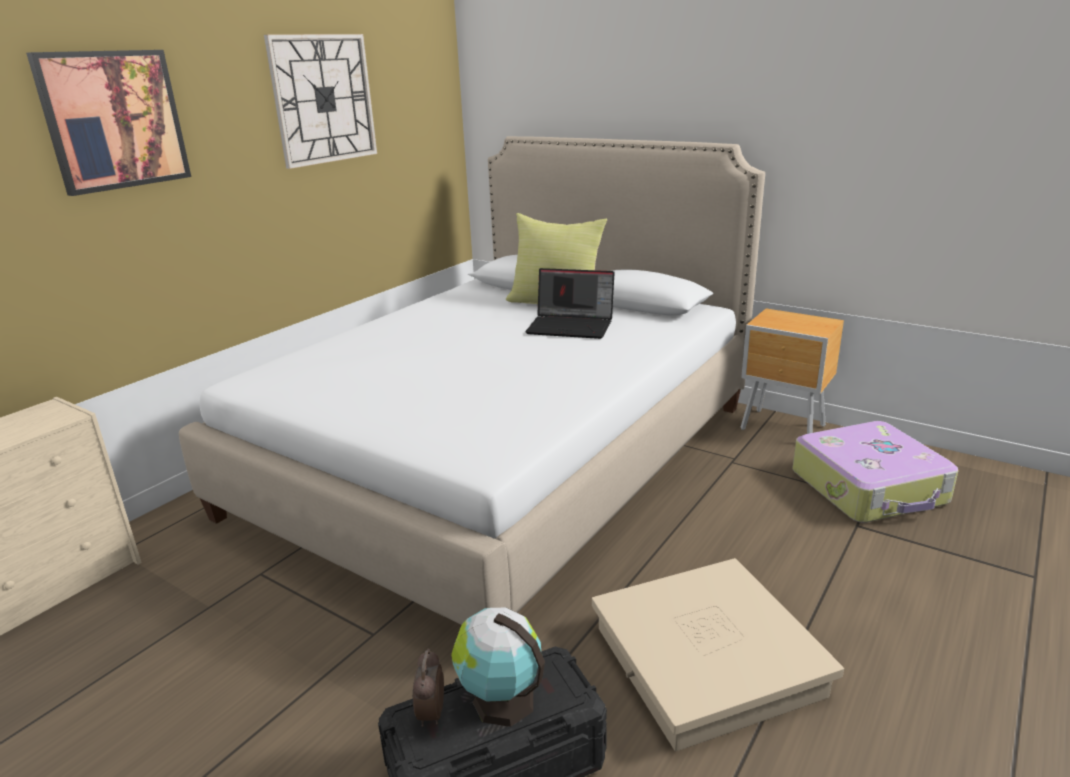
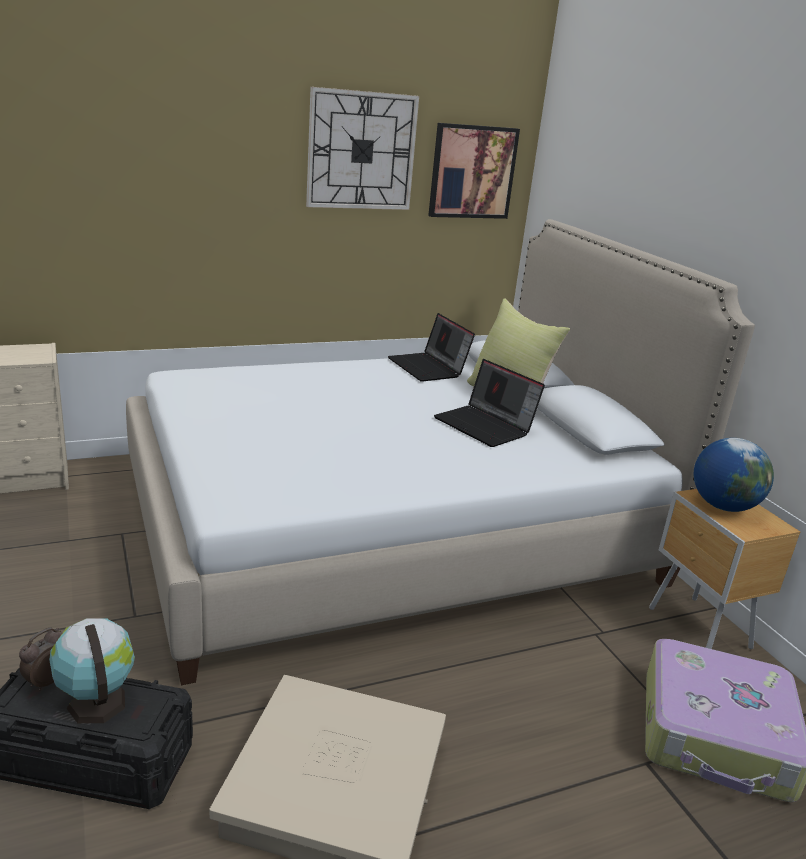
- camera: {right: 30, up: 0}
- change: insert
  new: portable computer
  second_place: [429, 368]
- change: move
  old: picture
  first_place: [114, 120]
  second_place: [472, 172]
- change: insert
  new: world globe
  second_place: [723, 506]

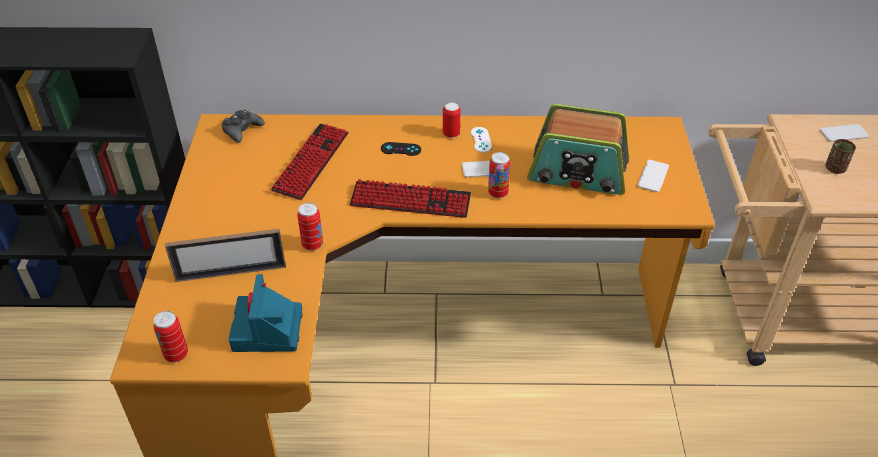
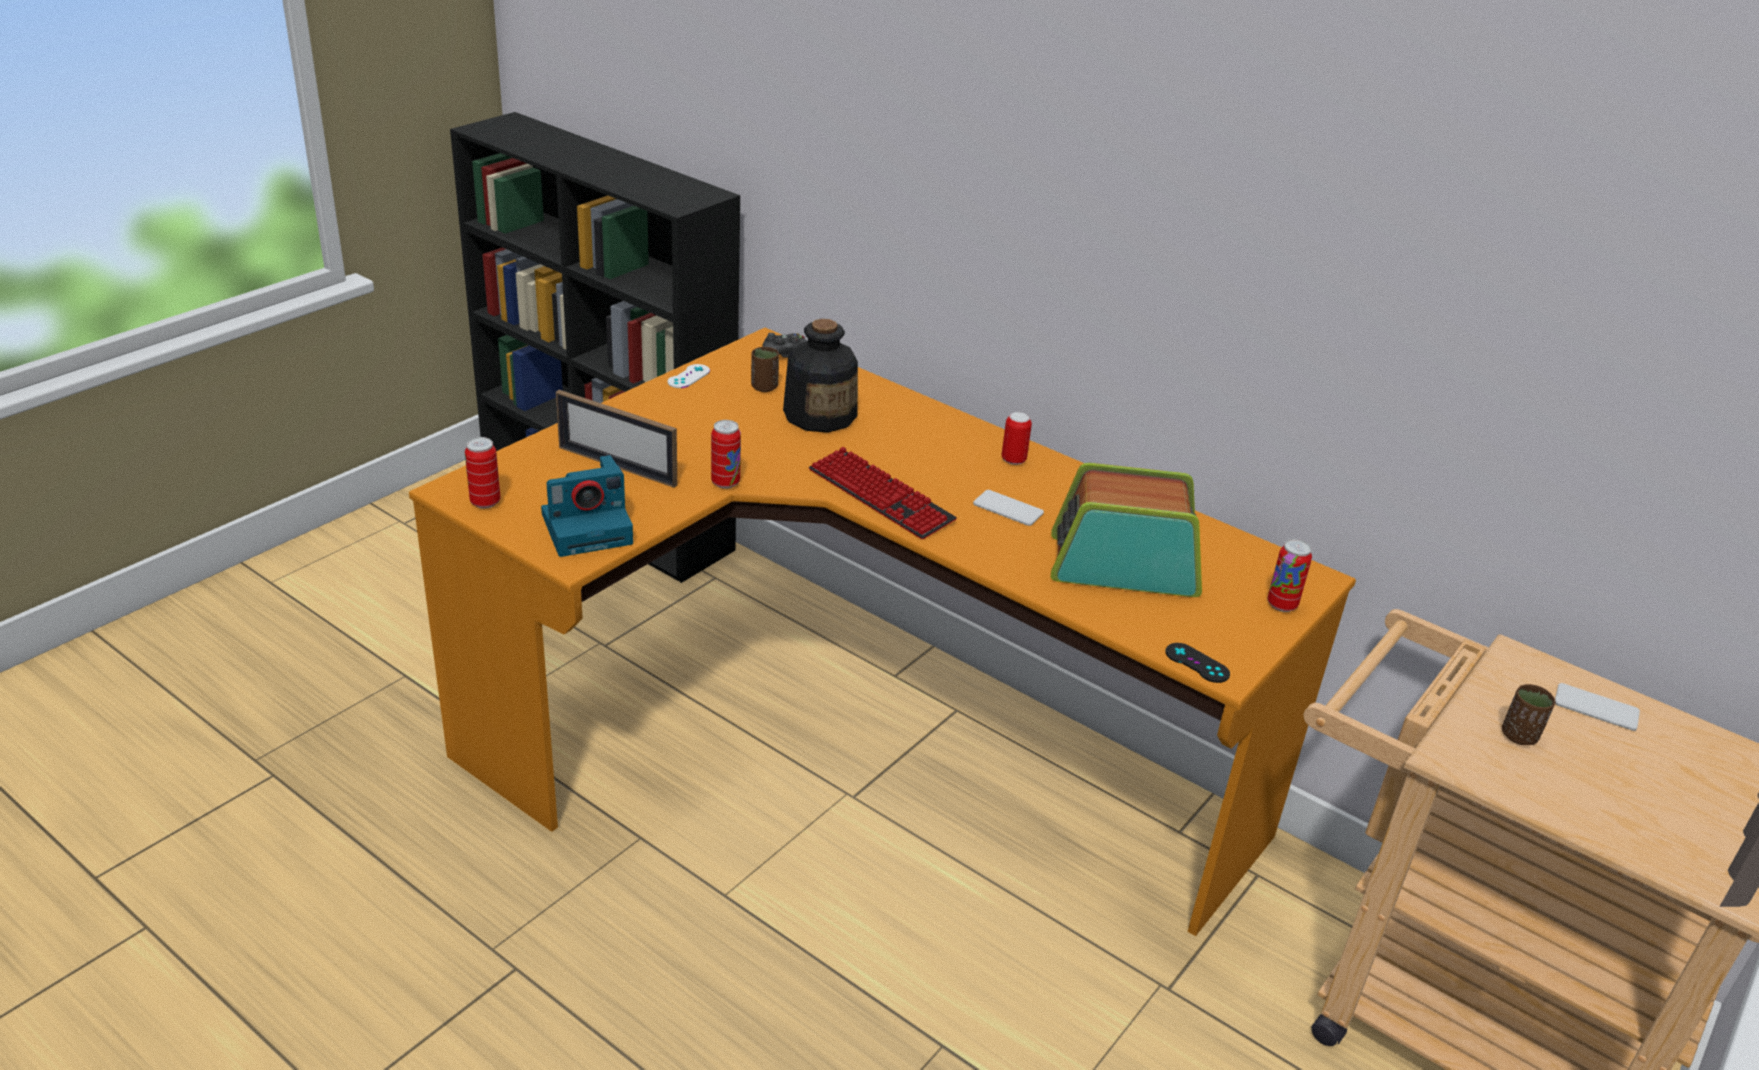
- camera: {right: 35, up: -10}
- change: rotate
  old: photo camera
  first_place: [268, 330]
  second_place: [589, 527]
  degrees: -150
- change: move
  old: whitish gamepad
  first_place: [481, 140]
  second_place: [688, 376]
- change: insert
  new: brown-coloured cup
  second_place: [764, 387]
- change: replace
  old: computer keyboard
  new: drink bottle
  first_place: [311, 162]
  second_place: [820, 415]
- change: rotate
  old: radio receiver
  first_place: [578, 172]
  second_place: [1123, 565]
  degrees: 135
- change: move
  old: black-coloured gamepad
  first_place: [401, 149]
  second_place: [1197, 663]
- change: move
  old: metal can
  first_place: [498, 193]
  second_place: [1282, 605]
- change: delete
  old: telephone
  first_place: [653, 176]

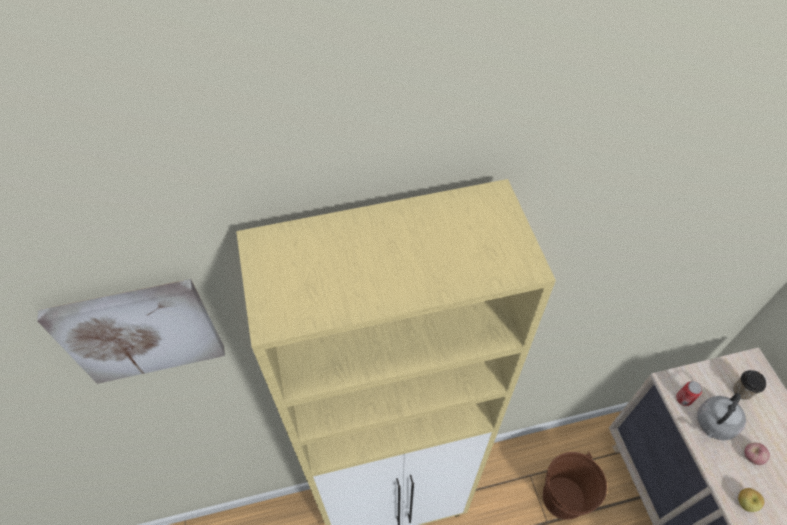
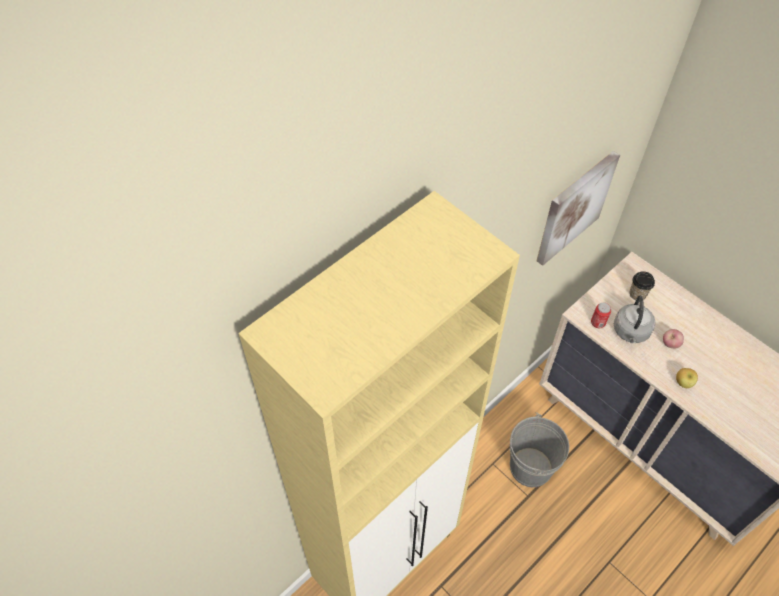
- camera: {right: -30, up: 0}
- change: recolor
  old: brown-coloured water bucket
  new: greyish water bucket
  first_place: [563, 497]
  second_place: [530, 467]
- change: move
  old: picture
  first_place: [140, 329]
  second_place: [573, 207]

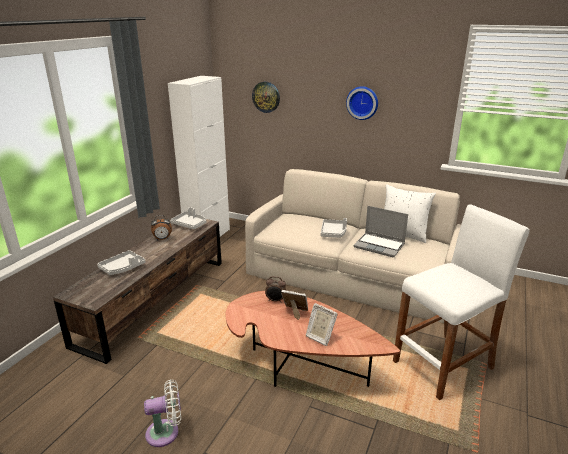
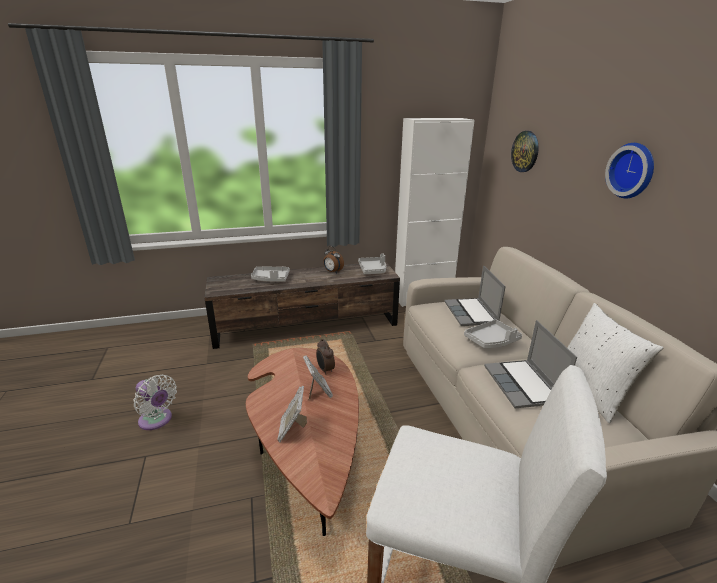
- camera: {right: 50, up: 0}
- change: insert
  new: portable computer
  second_place: [471, 313]

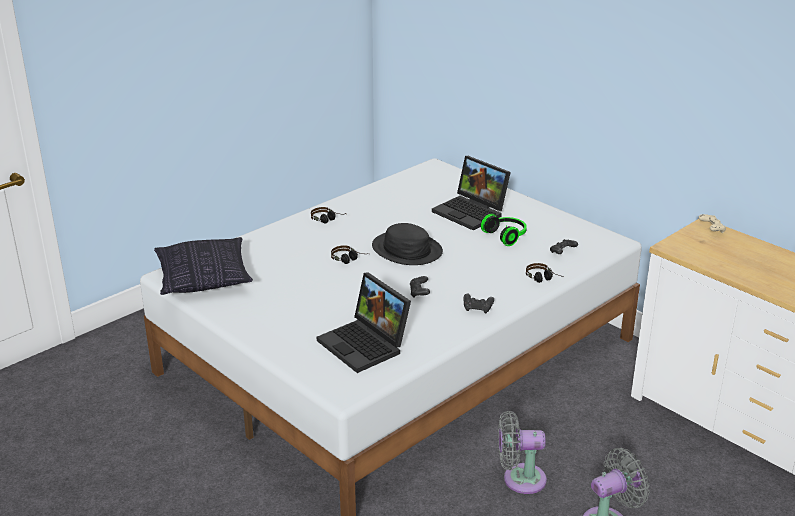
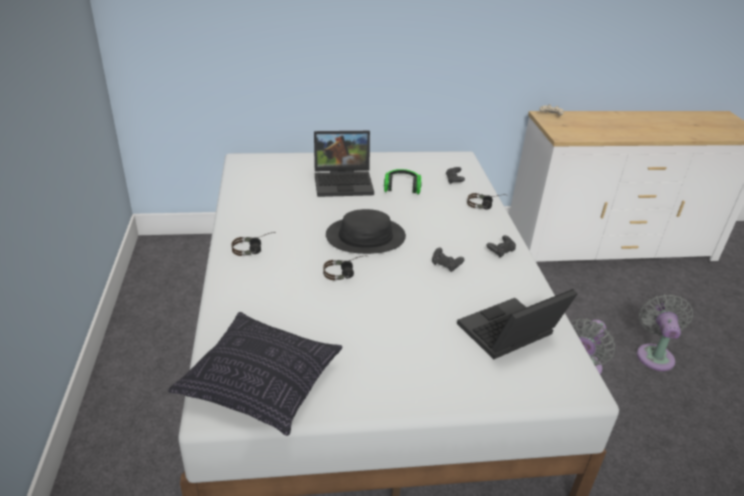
- camera: {right: -55, up: 5}
- change: rotate
  old: portable computer
  first_place: [366, 345]
  second_place: [508, 335]
  degrees: 150

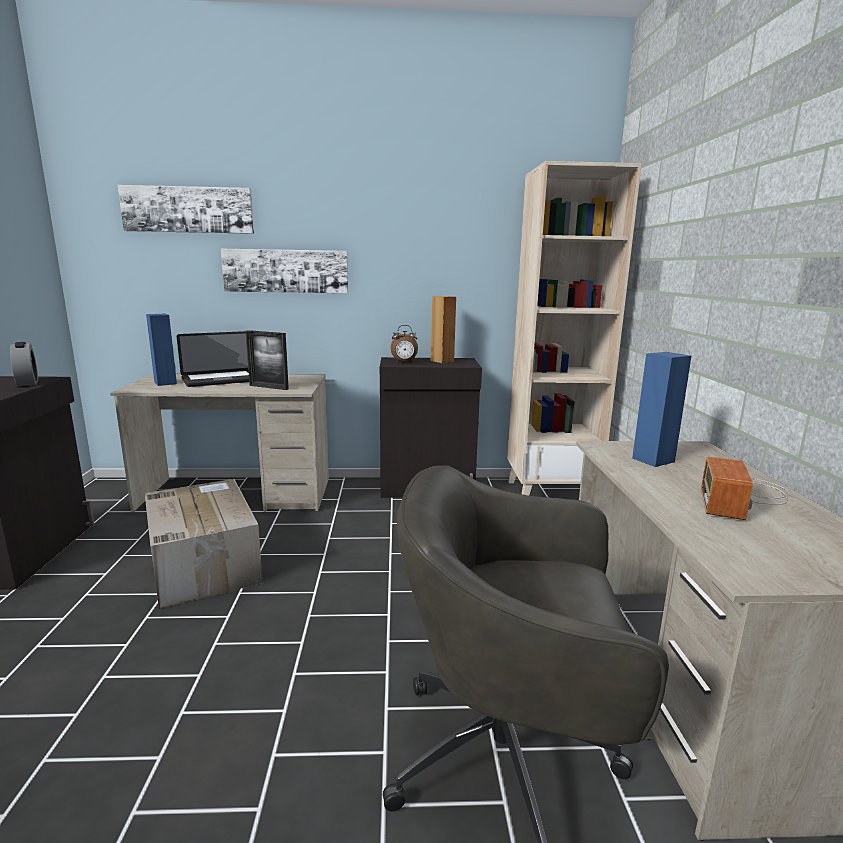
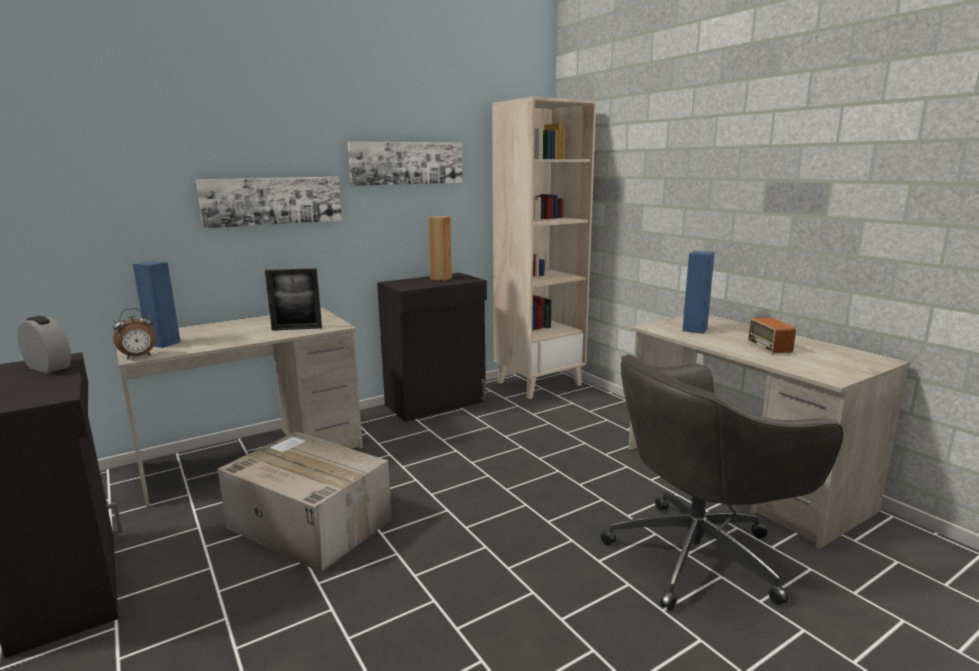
- camera: {right: -30, up: 0}
- change: move
  old: table clock
  first_place: [404, 362]
  second_place: [138, 357]
- change: move
  old: picture
  first_place: [188, 210]
  second_place: [407, 163]
- change: delete
  old: portable computer
  first_place: [220, 380]

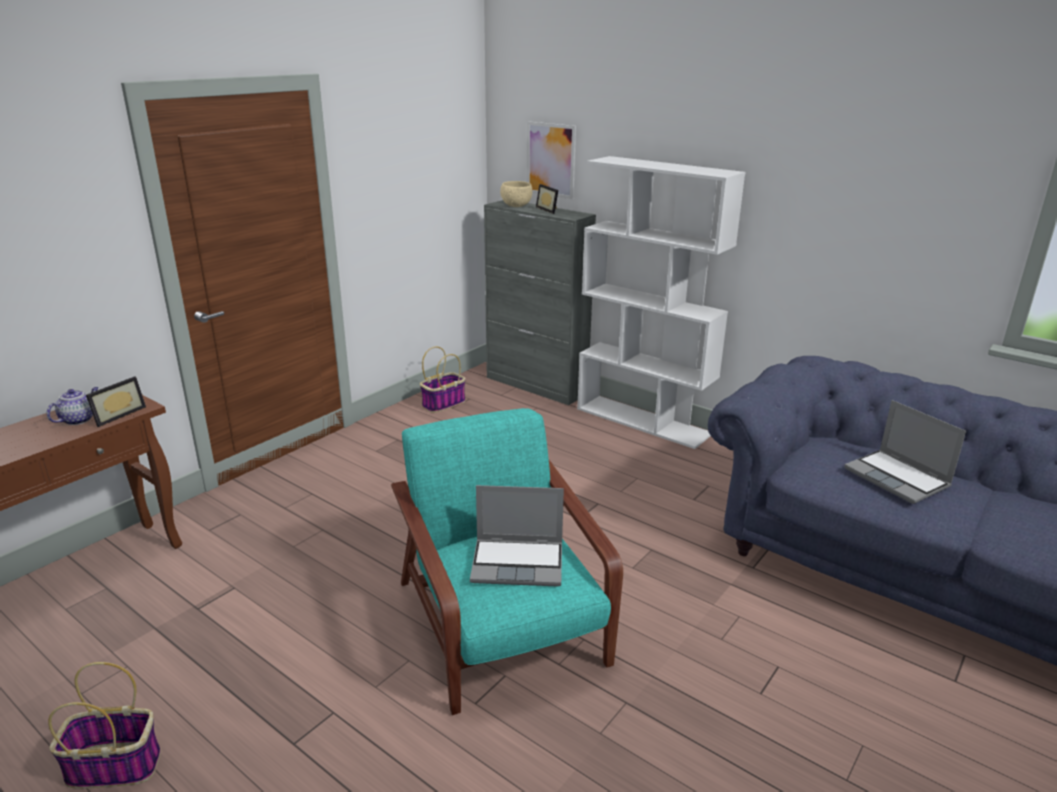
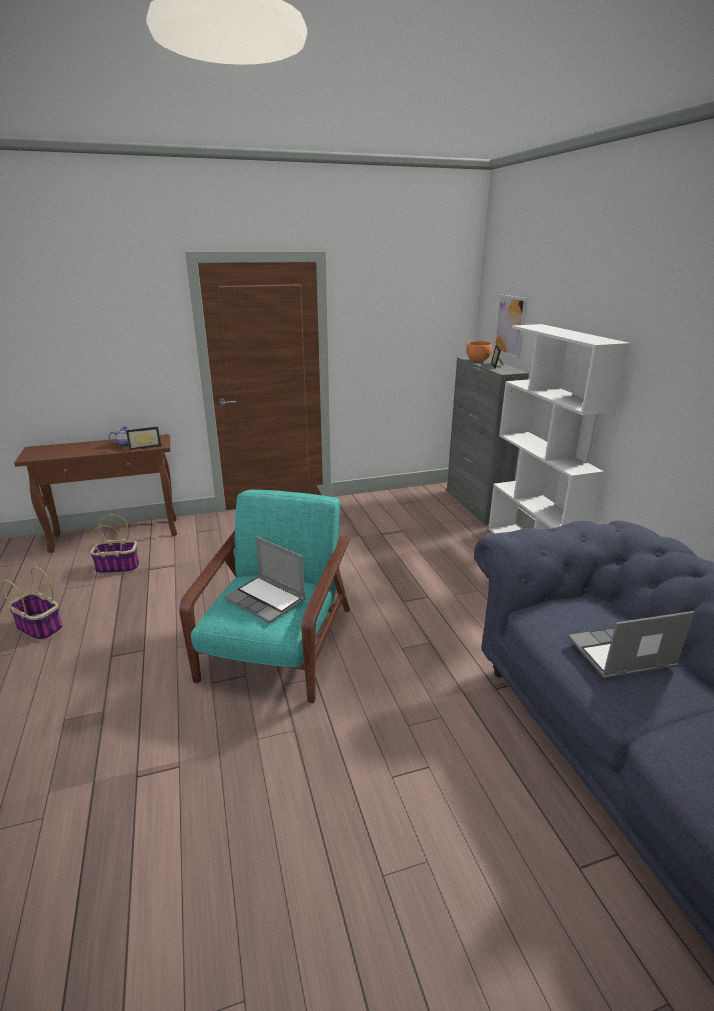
- camera: {right: 35, up: 0}
- change: move
  old: household basket
  first_place: [444, 403]
  second_place: [119, 567]
- change: recolor
  old: sand-coloured deep dish
  new: orangey deep dish
  first_place: [516, 206]
  second_place: [477, 360]
- change: rotate
  old: portable computer
  first_place: [898, 478]
  second_place: [620, 654]
  degrees: 75

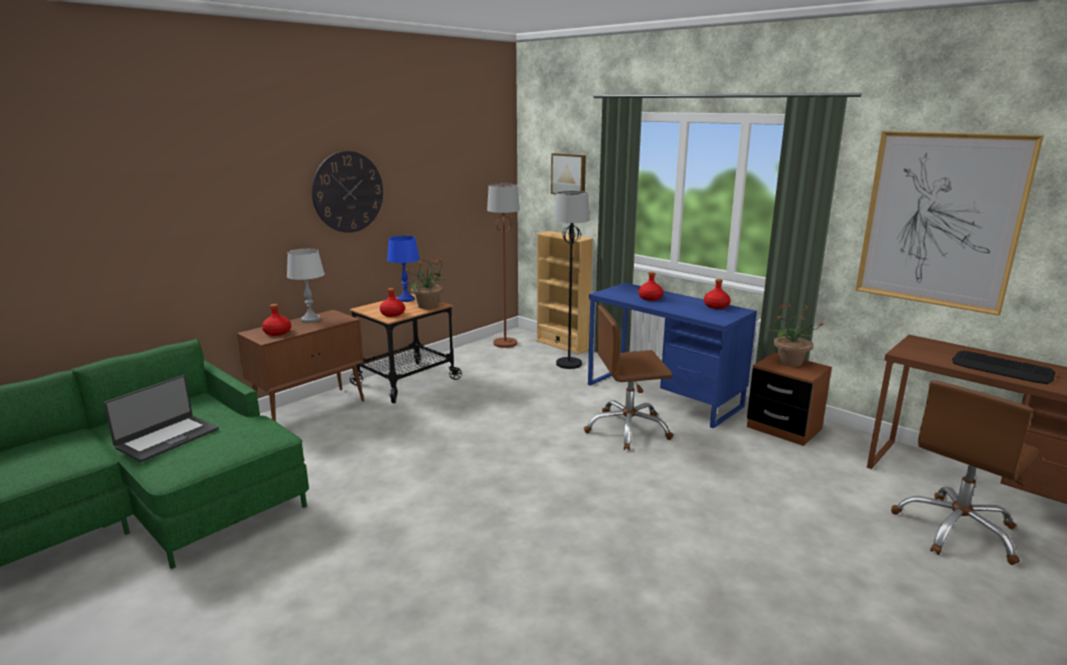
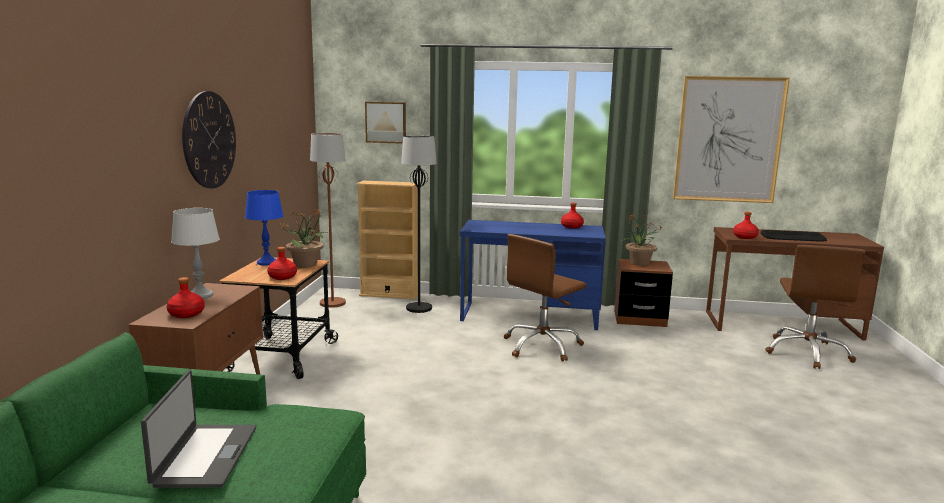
- camera: {right: -35, up: -5}
- change: move
  old: reddish drink bottle
  first_place: [650, 298]
  second_place: [744, 237]

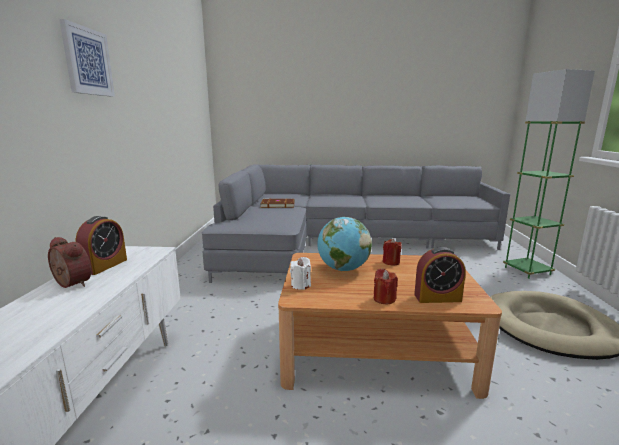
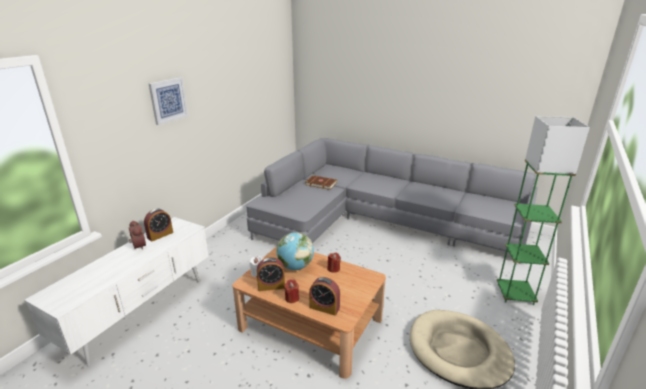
- camera: {right: 25, up: 10}
- change: insert
  new: table clock
  second_place: [271, 286]

